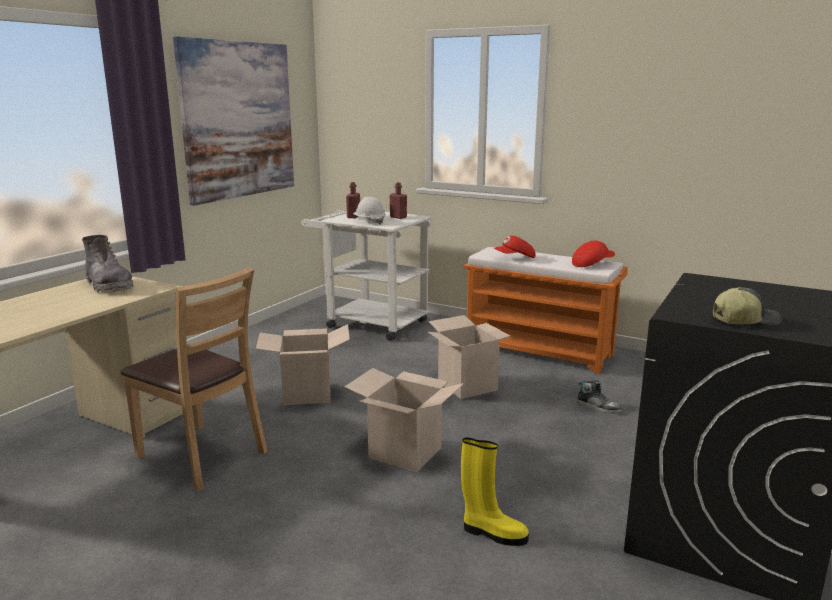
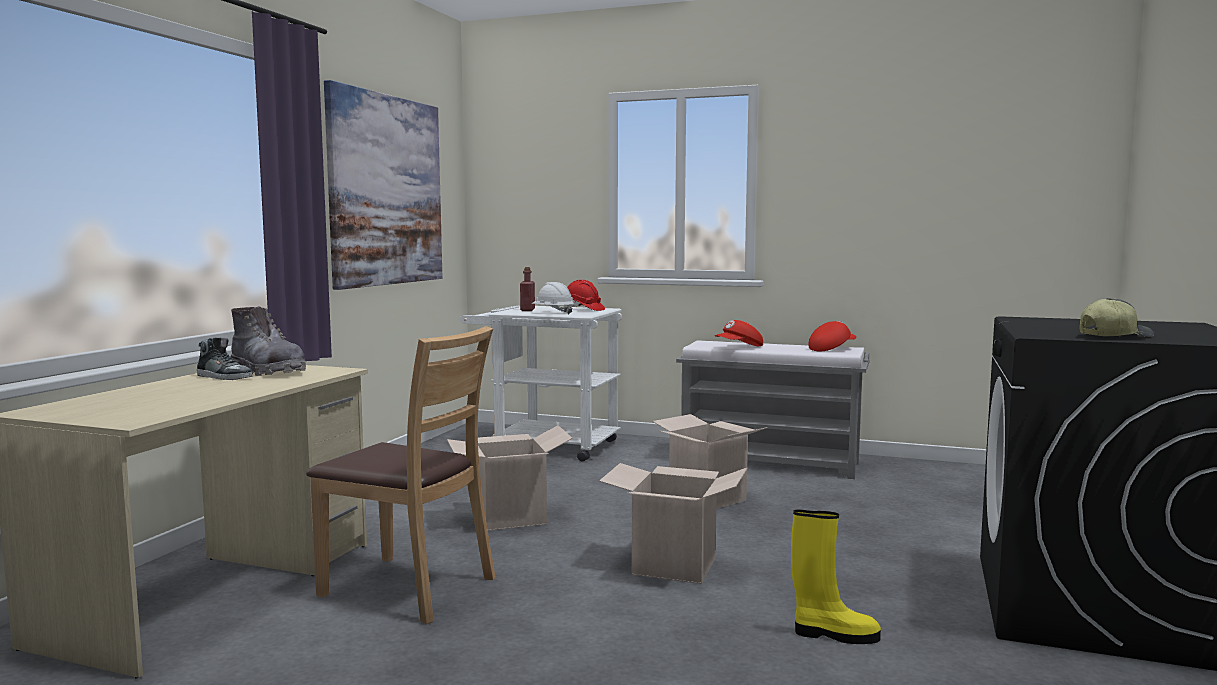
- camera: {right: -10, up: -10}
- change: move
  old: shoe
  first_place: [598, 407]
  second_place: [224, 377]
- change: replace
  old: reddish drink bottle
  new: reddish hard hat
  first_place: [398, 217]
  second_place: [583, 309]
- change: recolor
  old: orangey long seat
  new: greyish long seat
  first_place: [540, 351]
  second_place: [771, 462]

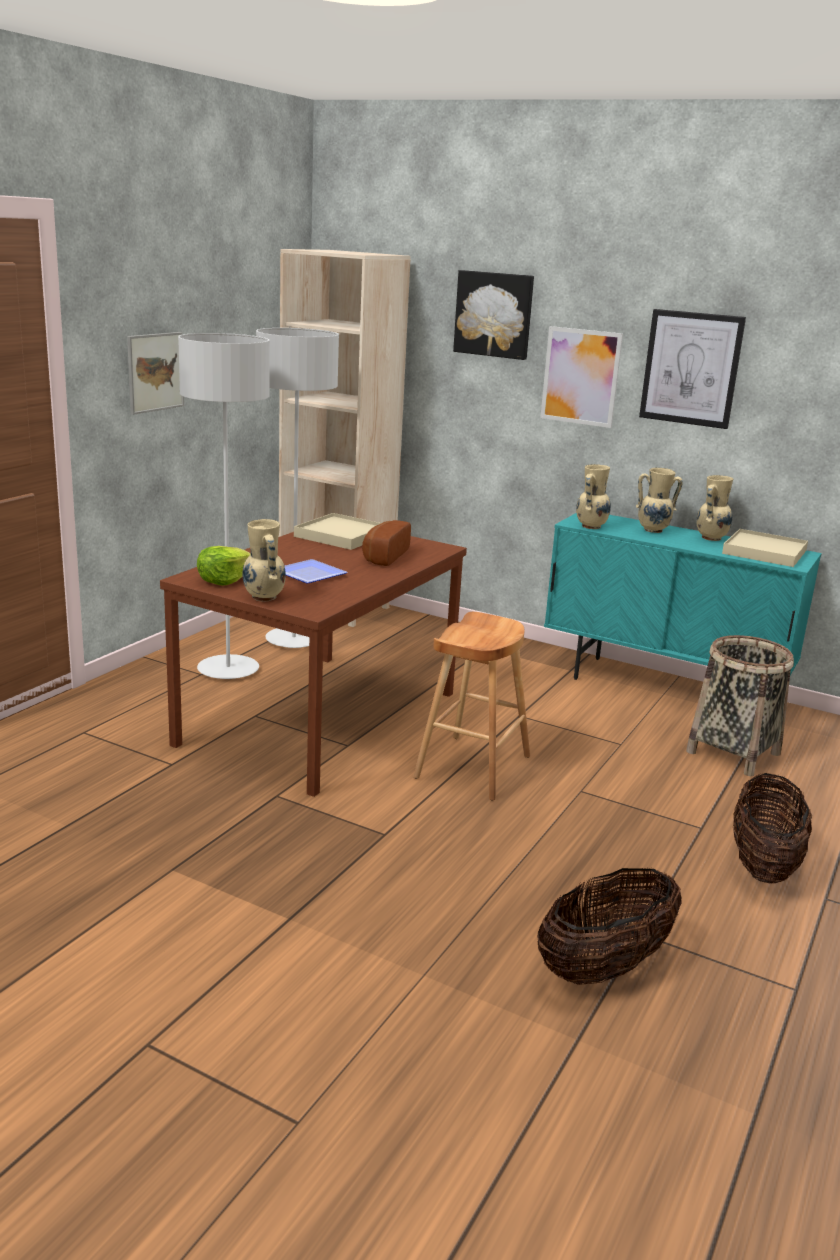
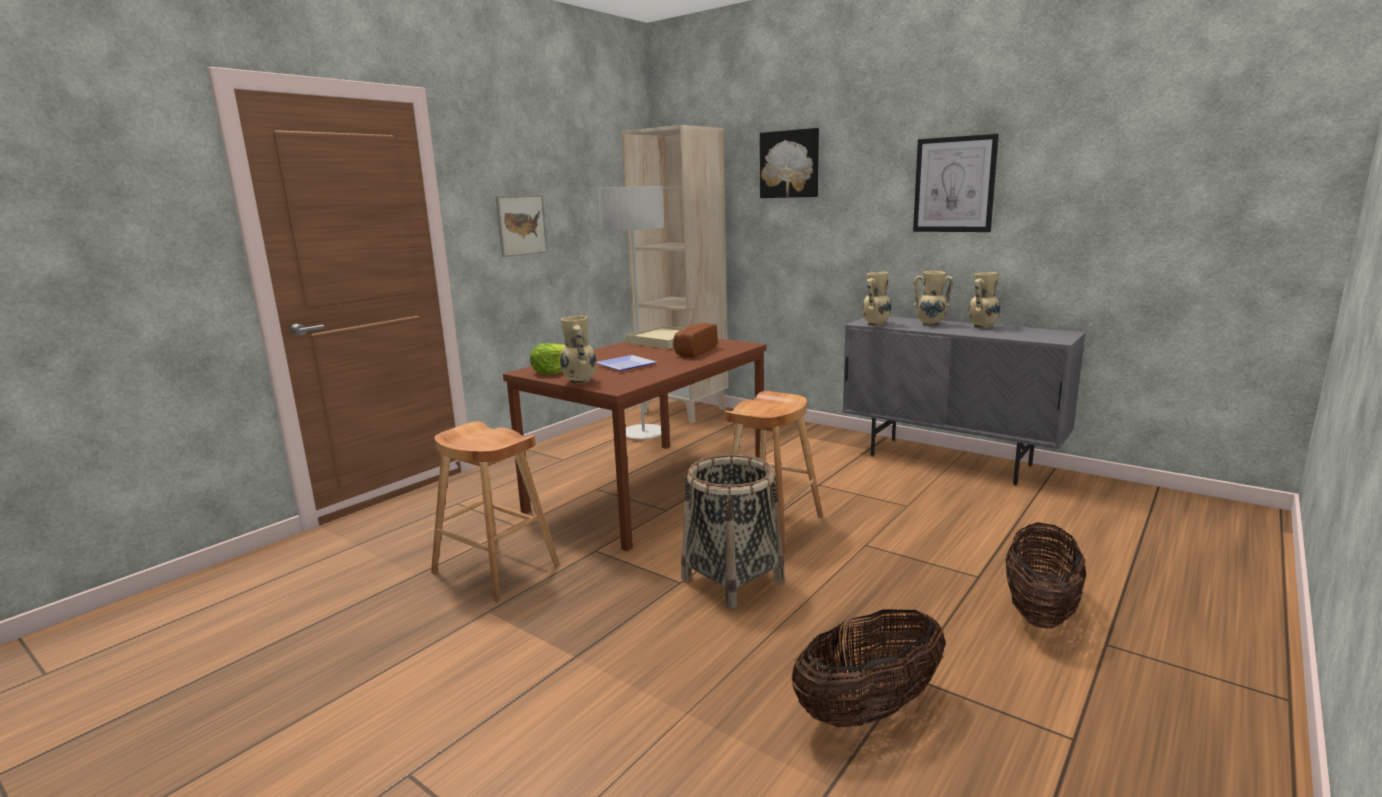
- camera: {right: 10, up: -5}
- change: insert
  new: brown-coloured stool
  second_place: [496, 568]
- change: move
  old: household basket
  first_place: [732, 752]
  second_place: [732, 579]
- change: recolor
  old: turquoise storage cabinet
  new: greyish storage cabinet
  first_place: [662, 688]
  second_place: [949, 461]
- change: delete
  old: greyish floor lamp
  first_place: [228, 670]
- change: delete
  old: picture
  first_place: [580, 376]
- change: delete
  old: sand-coloured tray
  first_place: [764, 552]

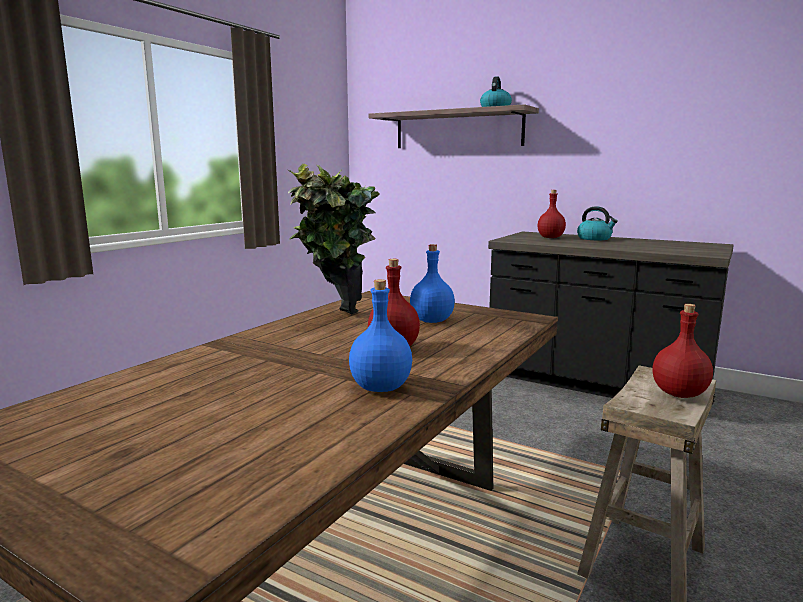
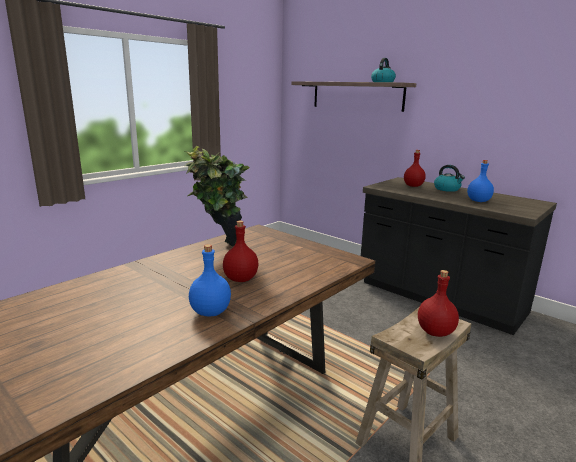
- camera: {right: 10, up: 5}
- change: move
  old: bluish drink bottle
  first_place: [431, 320]
  second_place: [478, 201]

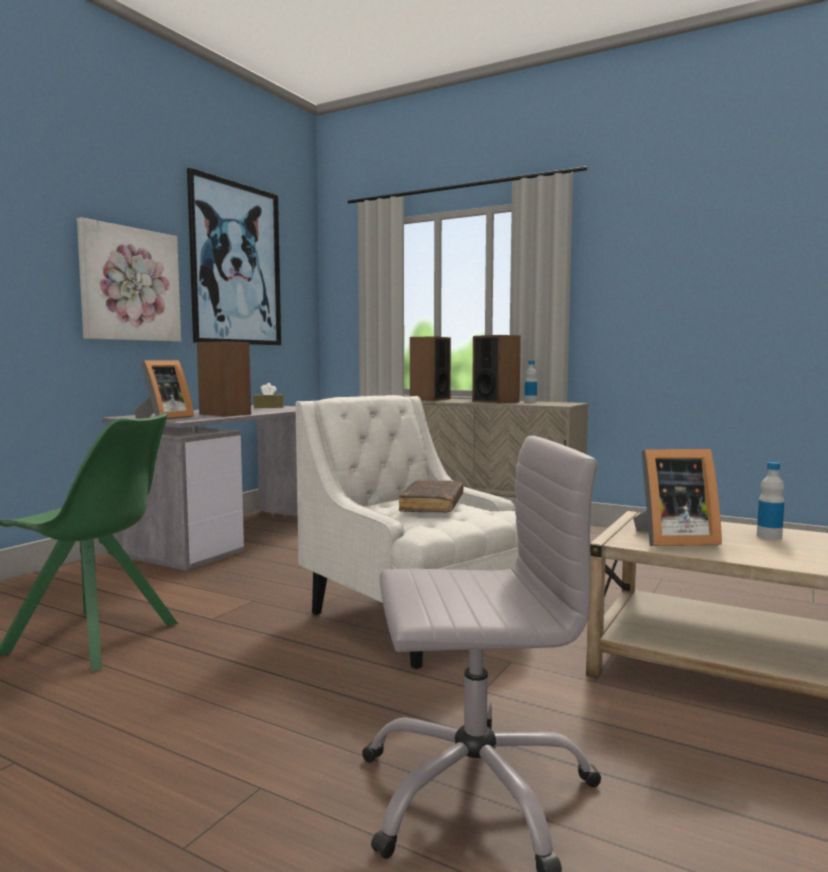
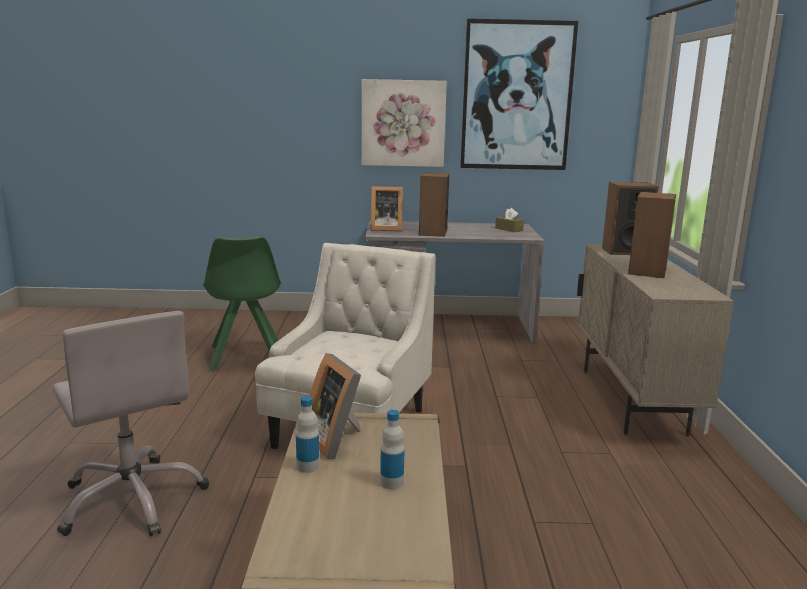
- camera: {right: 60, up: 10}
- change: move
  old: drink bottle
  first_place: [530, 401]
  second_place: [308, 466]
- change: delete
  old: brown-coloured bound book
  first_place: [432, 505]

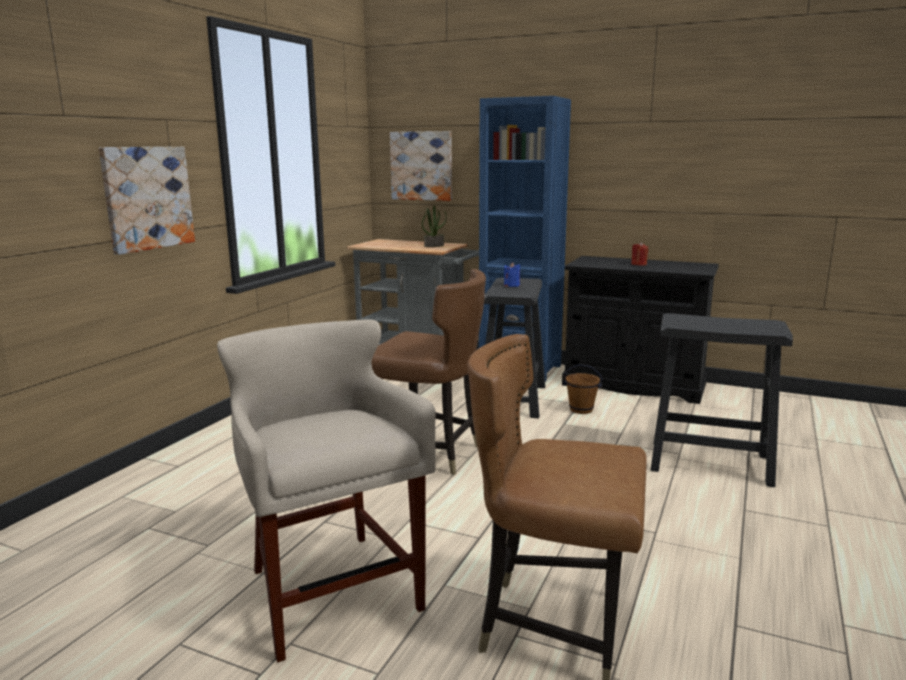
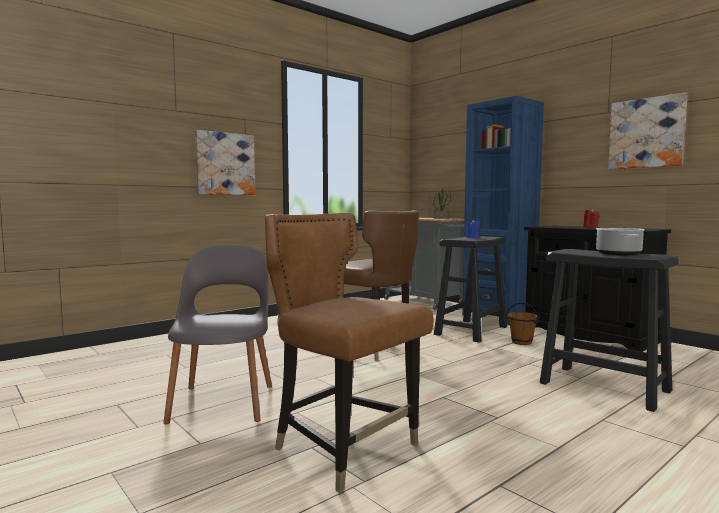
- camera: {right: 25, up: -10}
- change: replace
  old: sand-coloured stool
  new: greyish chair
  first_place: [331, 593]
  second_place: [223, 401]
- change: insert
  new: stockpot
  second_place: [619, 254]
- change: move
  old: picture
  first_place: [421, 166]
  second_place: [646, 133]

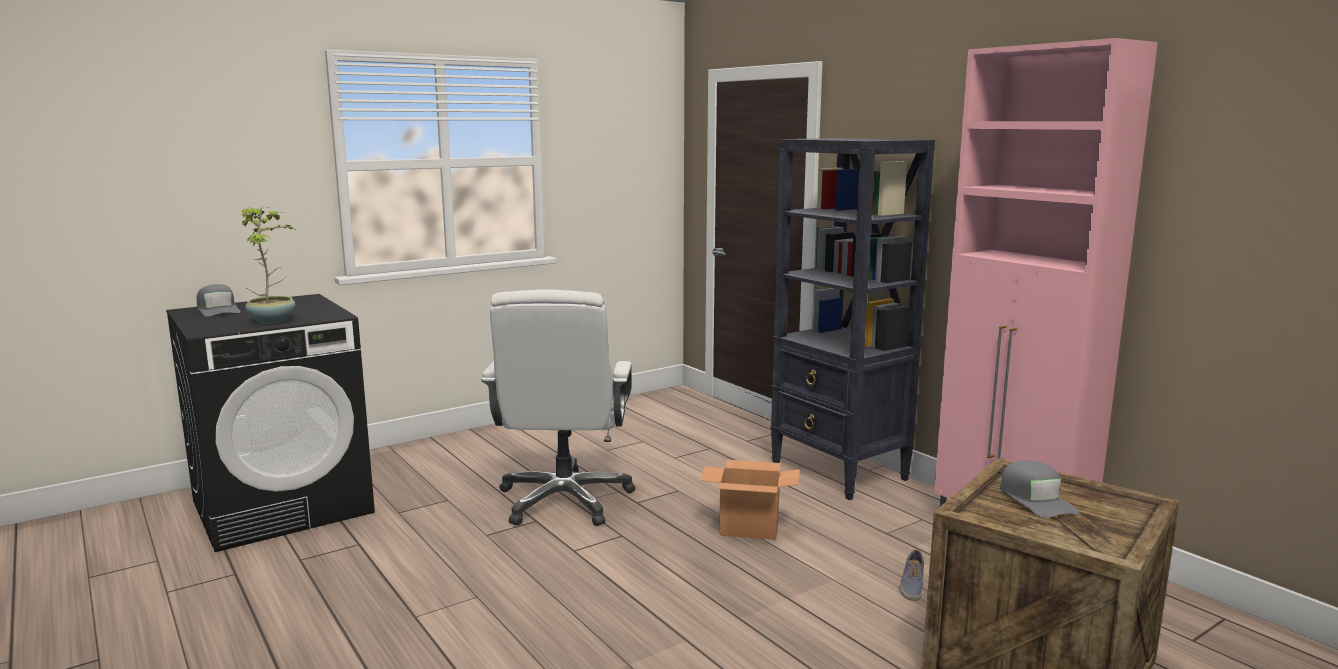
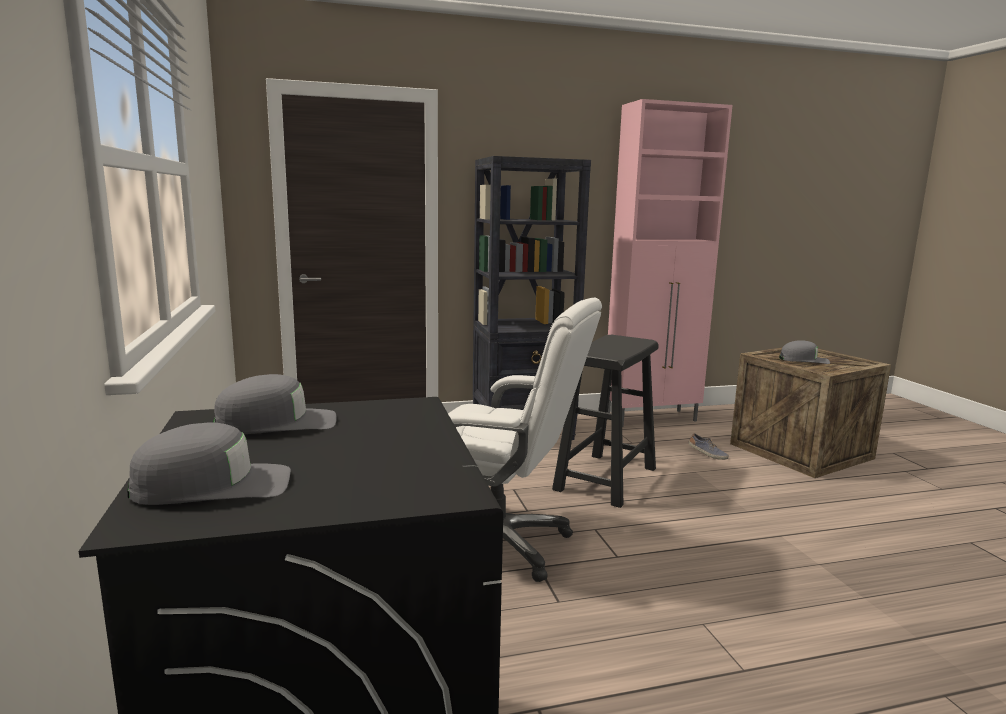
- camera: {right: -70, up: 0}
- change: insert
  new: greyish peaked cap
  second_place: [277, 423]
- change: replace
  old: carton
  new: black-coloured stool
  first_place: [748, 528]
  second_place: [605, 479]
- change: delete
  old: houseplant
  first_place: [273, 320]

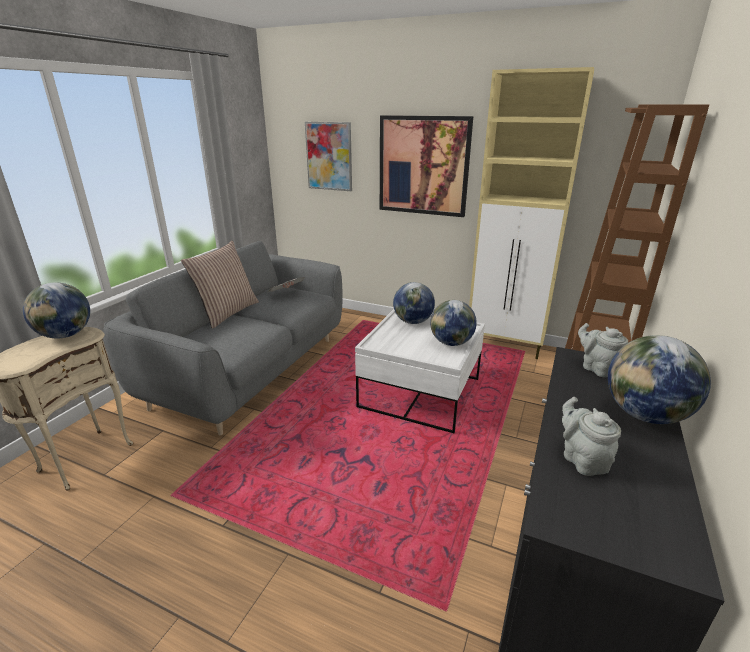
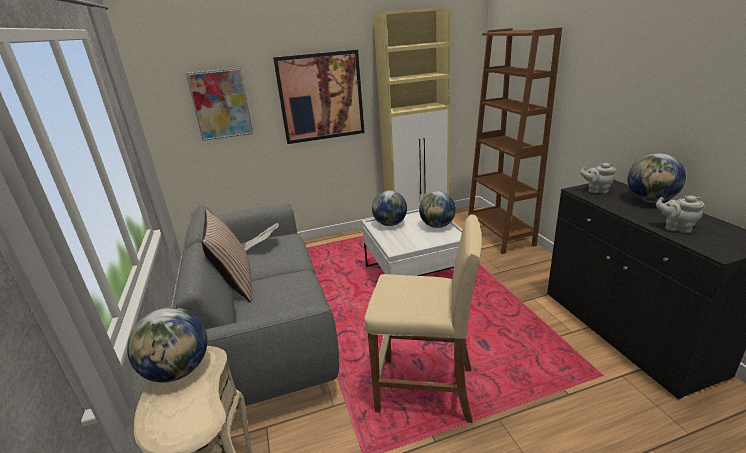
- camera: {right: -40, up: 0}
- change: insert
  new: sand-coloured stool
  second_place: [426, 389]

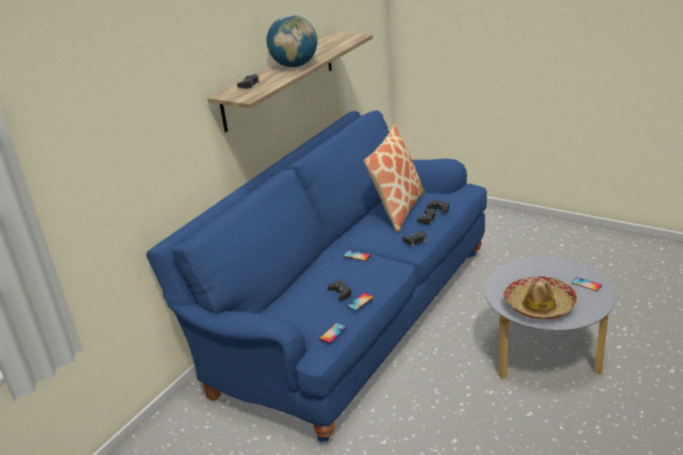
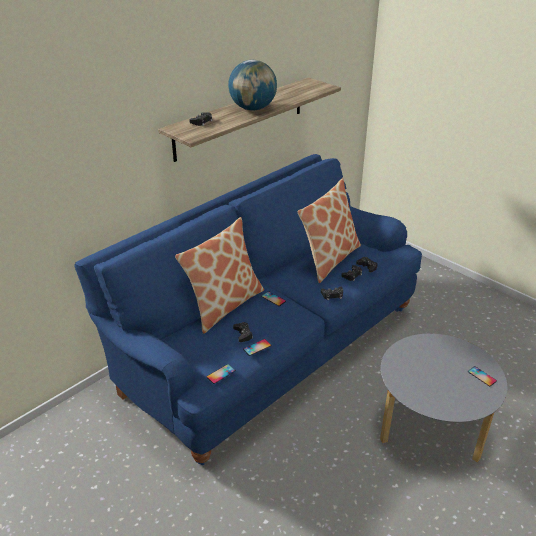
- camera: {right: 10, up: 5}
- change: insert
  new: throw pillow
  second_place: [224, 305]
- change: delete
  old: hat
  first_place: [539, 305]

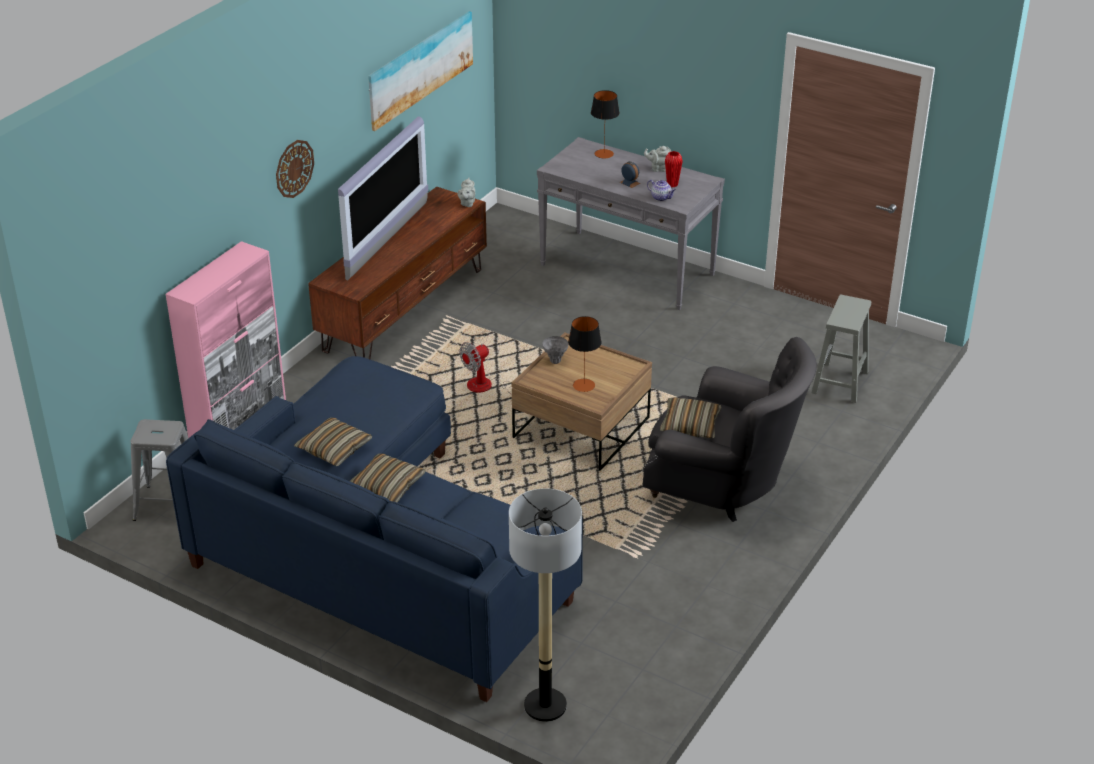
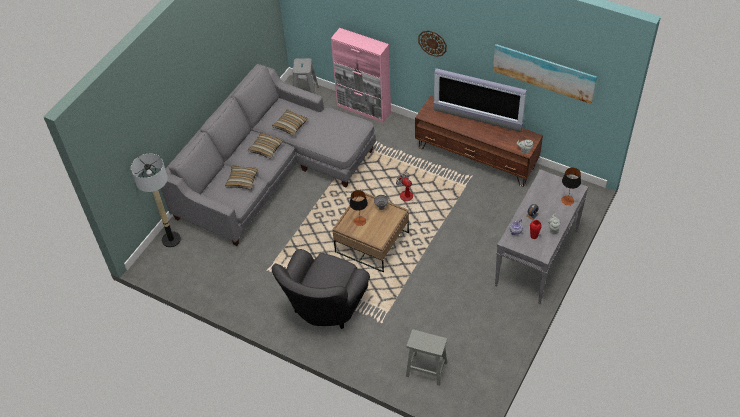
- camera: {right: 90, up: 15}
- change: recolor
  old: bluish settee
  new: greyish settee
  first_place: [380, 555]
  second_place: [271, 172]
- change: move
  old: throw pillow
  first_place: [690, 425]
  second_place: [242, 180]

